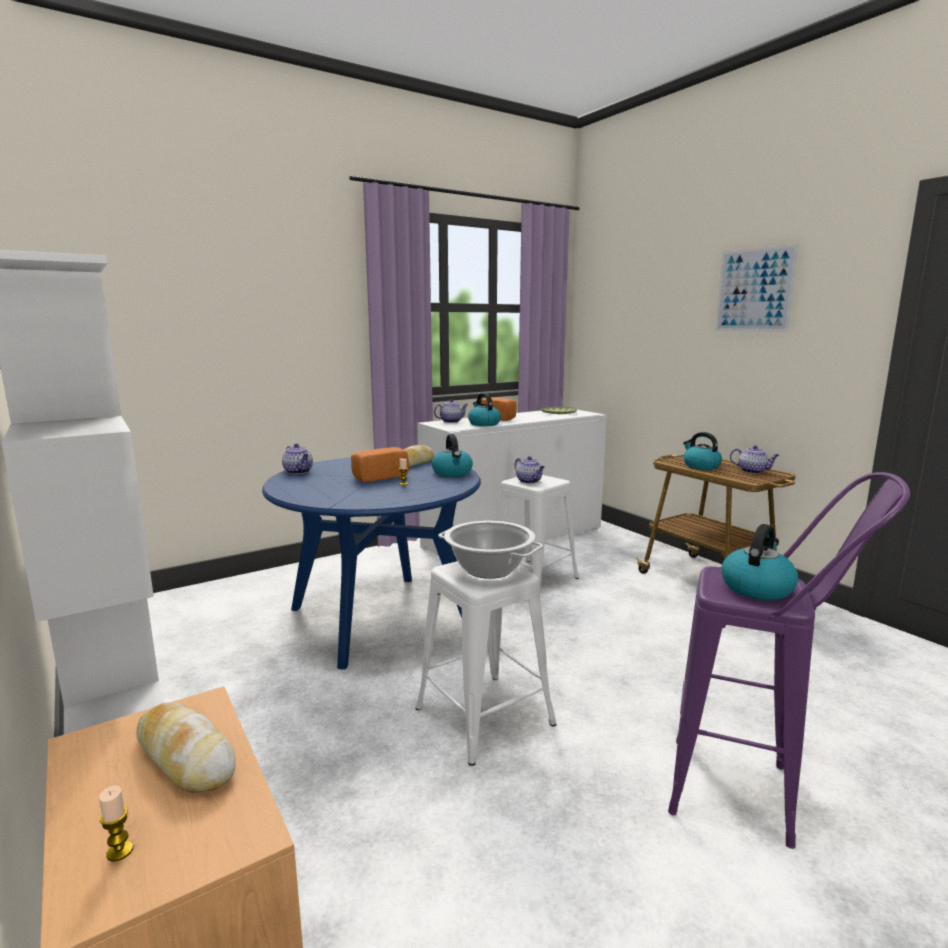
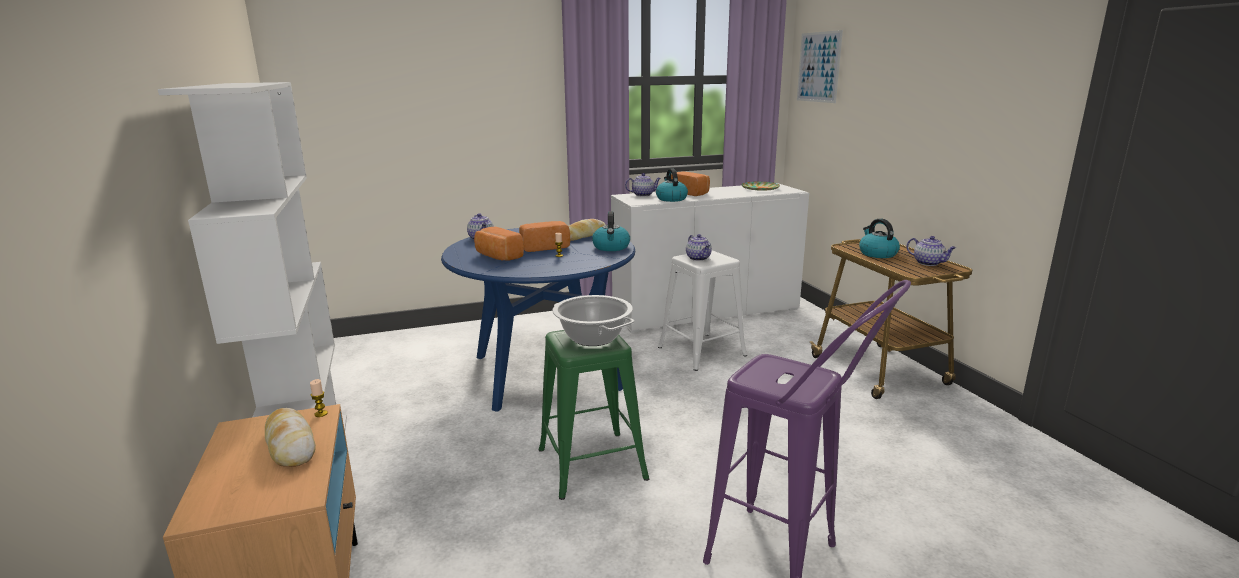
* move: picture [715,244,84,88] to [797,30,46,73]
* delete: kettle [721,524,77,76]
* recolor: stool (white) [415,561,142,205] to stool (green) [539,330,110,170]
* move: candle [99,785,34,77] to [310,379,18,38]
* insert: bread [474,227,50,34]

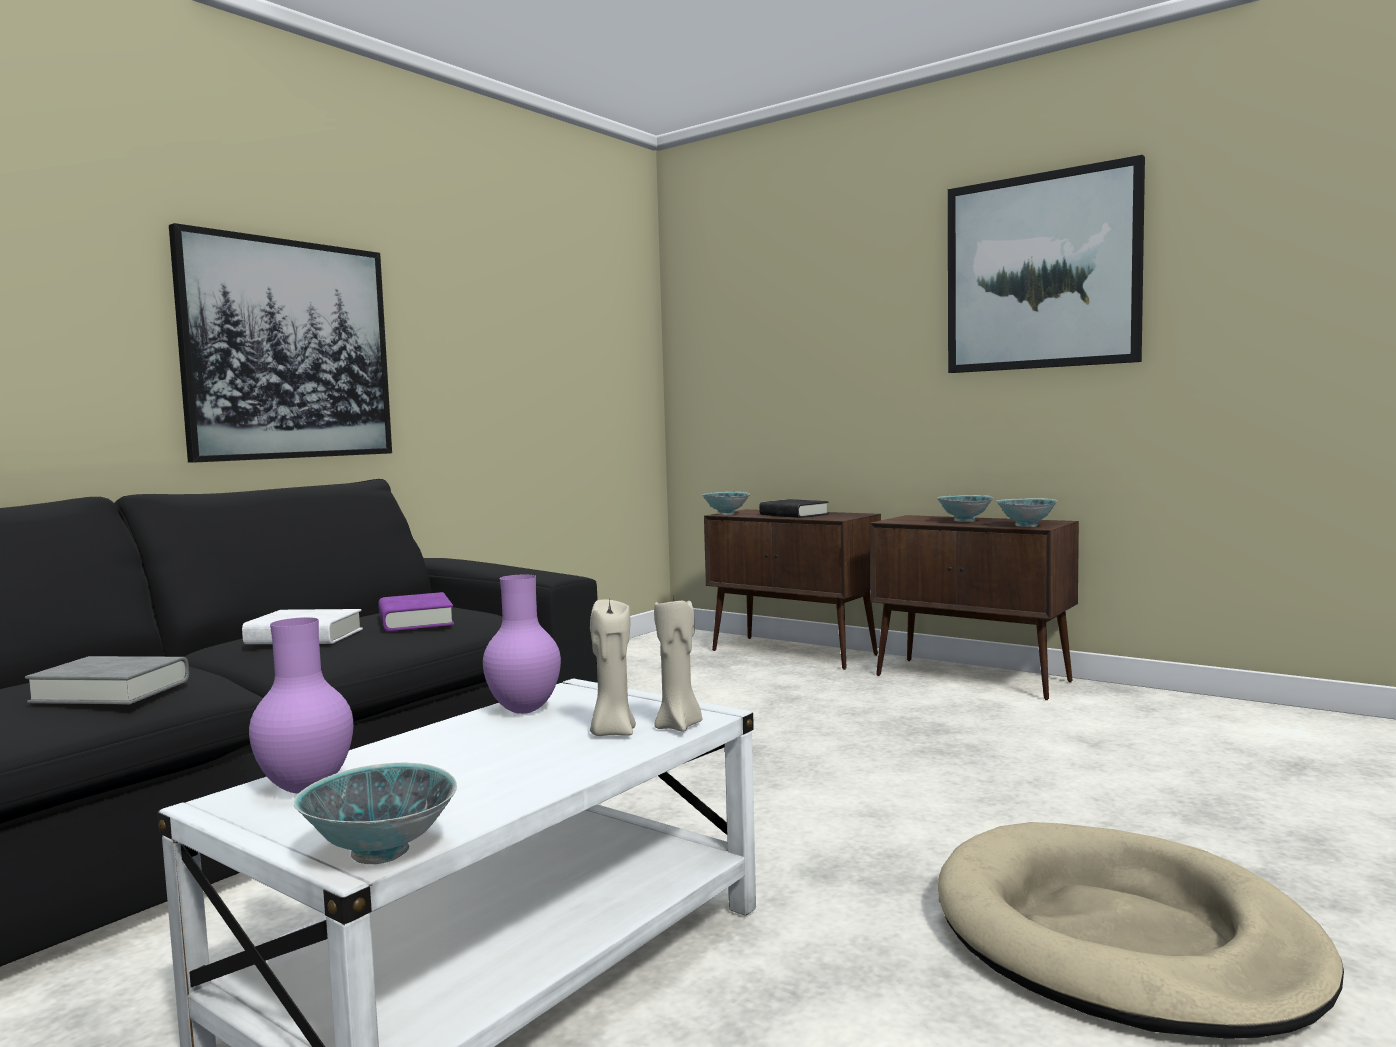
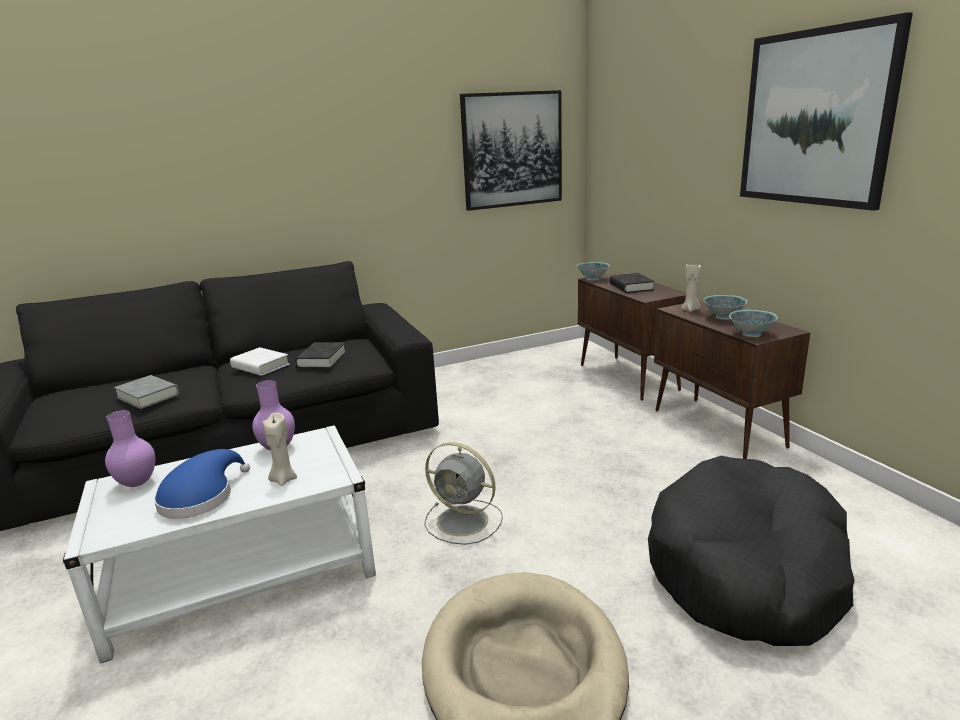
* move: picture [169,223,223,240] to [460,90,102,121]
* recolor: book (purple) [378,592,76,39] to book (black) [295,343,51,25]
* move: candle (beige) [654,594,48,138] to [681,263,20,49]
* delete: bowl [294,763,163,101]
* insert: fan (grey) [424,442,79,103]
* insert: hat (blue) [154,449,96,70]
* insert: dog bed (black) [648,456,207,190]

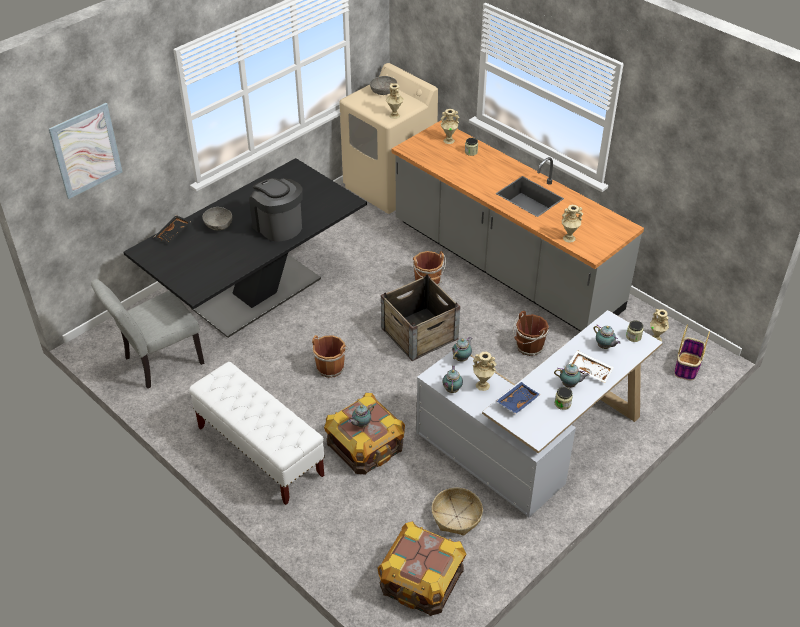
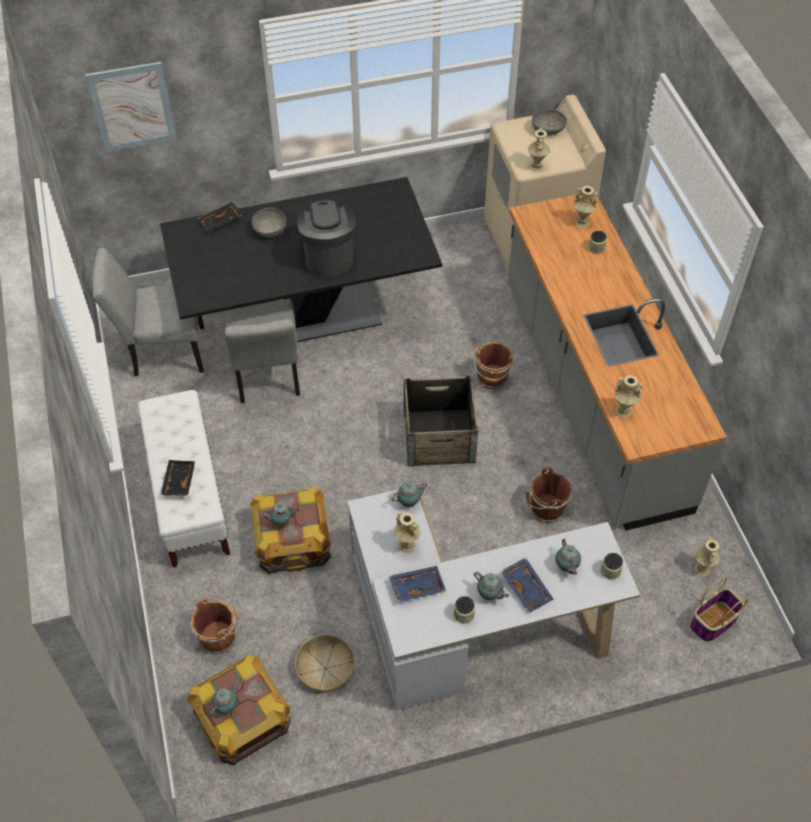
* move: bucket (brown) [312,335,36,43] to [190,597,50,57]
* recolor: tray (white) [569,350,45,33] to tray (blue) [501,558,52,55]
* move: teapot [442,366,21,27] to [210,681,29,36]
* insert: chair (grey) [224,299,76,104]
* insert: tray (black) [161,460,34,36]

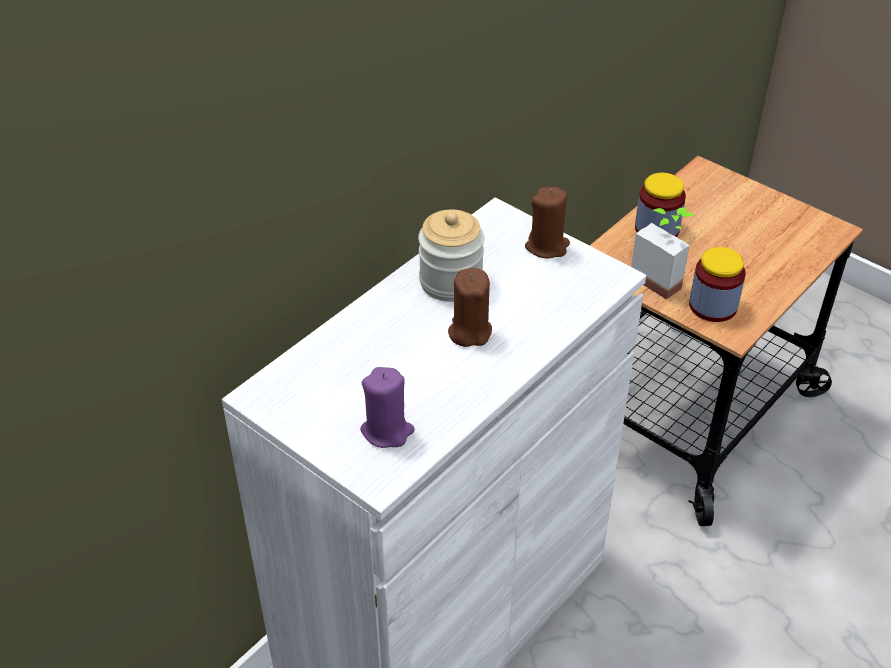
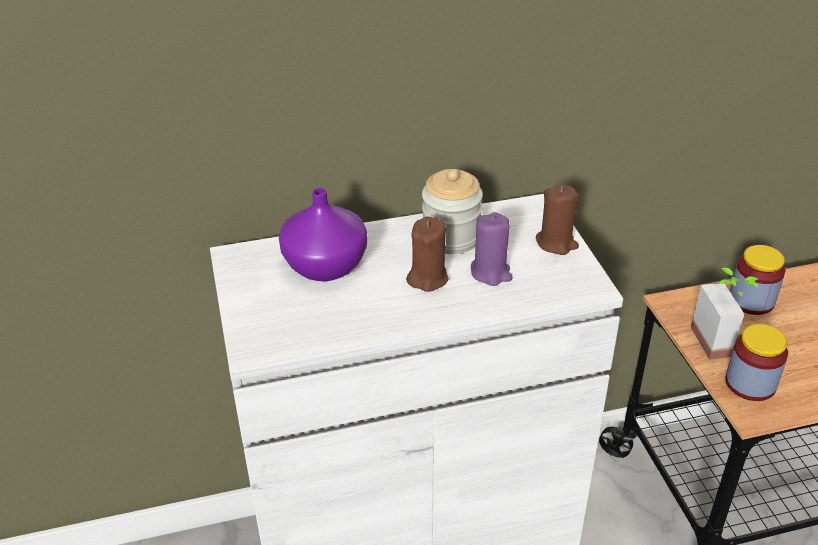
* move: candle (purple) [360,367,55,81] to [471,212,41,74]
* insert: vase (purple) [279,188,88,93]

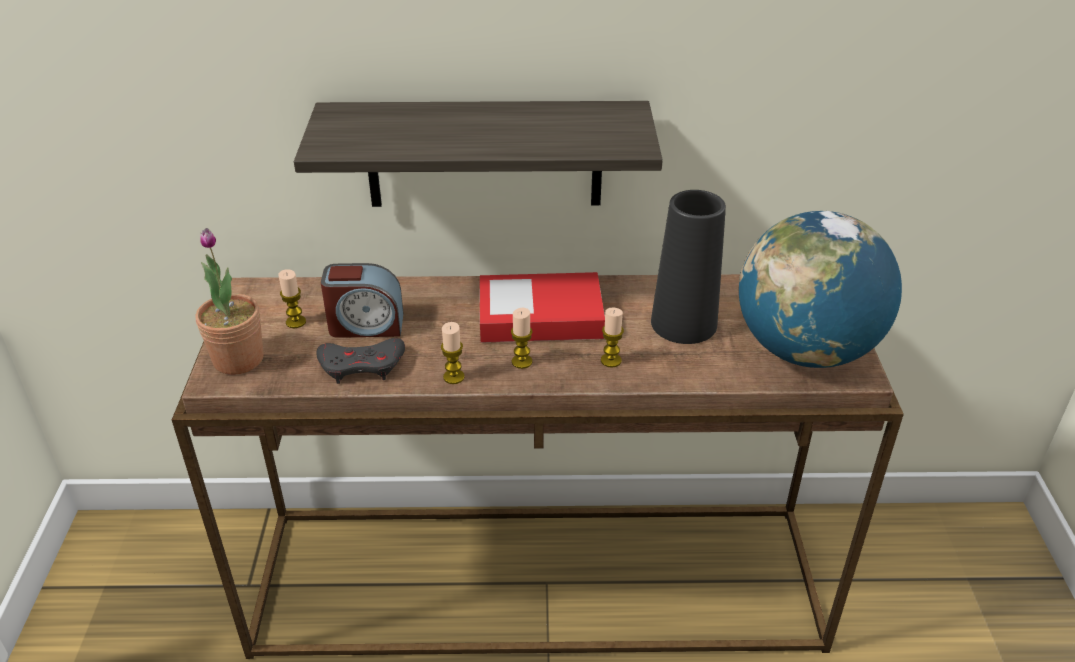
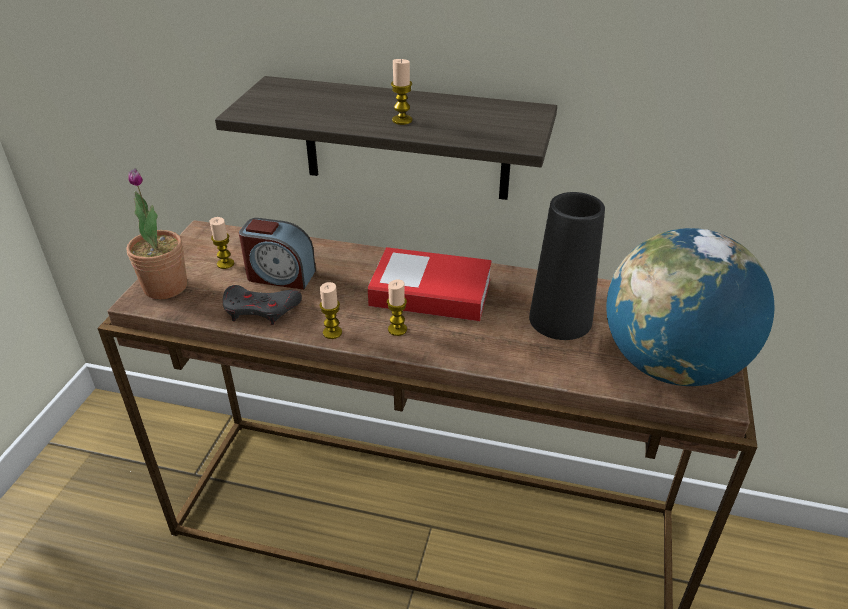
* move: candle [601,308,23,60] to [391,59,21,66]

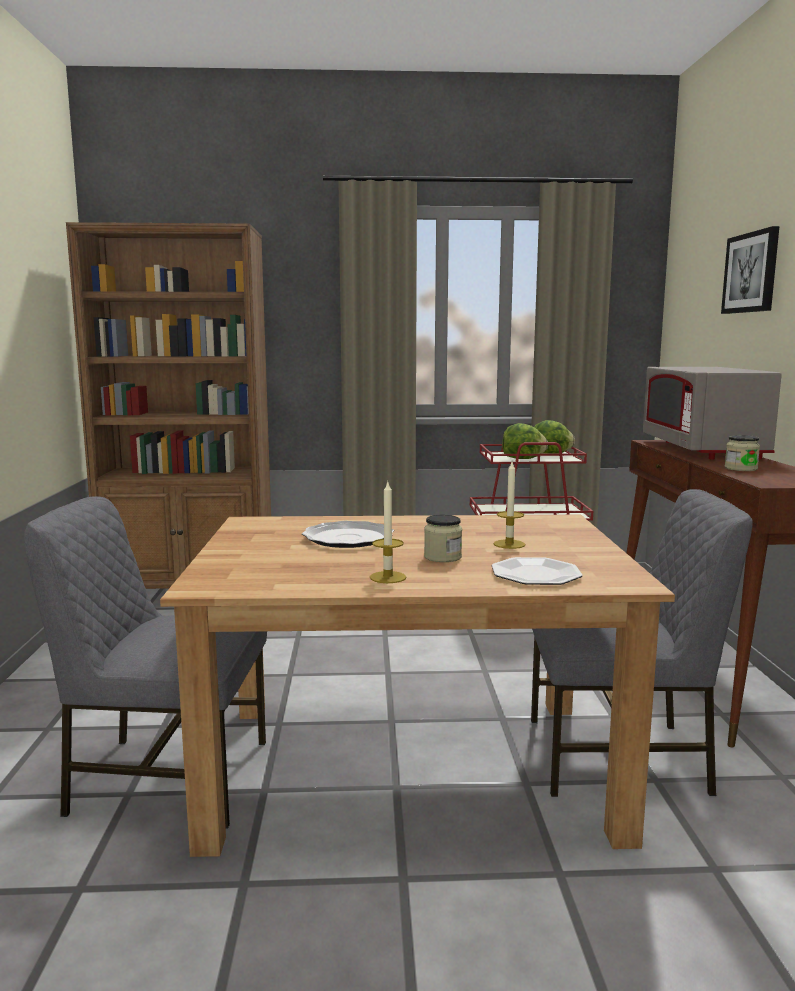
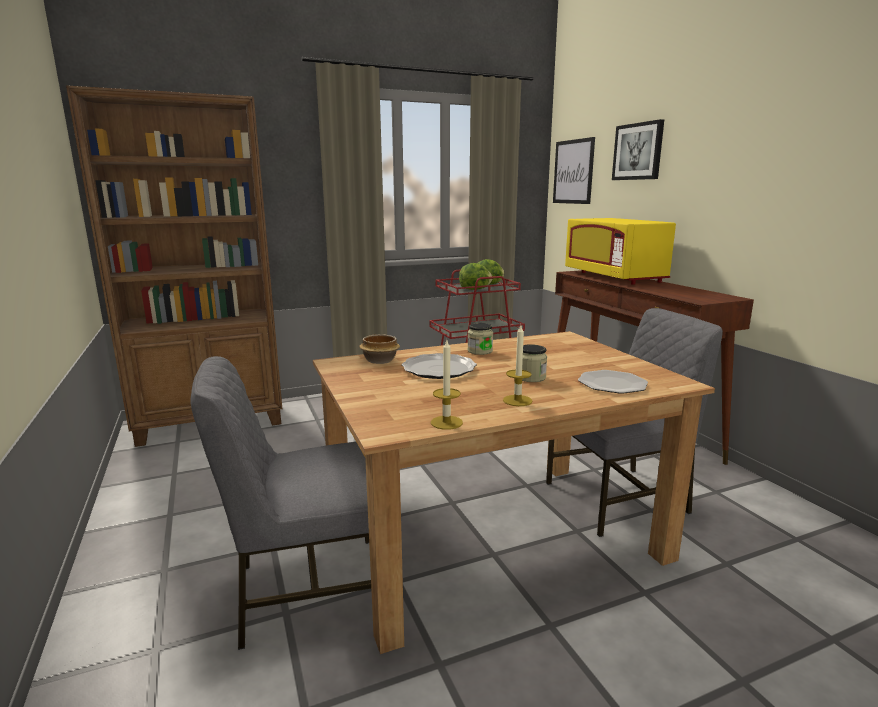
* recolor: microwave (grey) [643,367,139,93] to microwave (yellow) [565,218,111,67]
* move: jar [725,435,35,36] to [468,323,25,32]
* move: candle [494,462,32,87] to [431,340,32,90]
* insert: picture [553,137,42,67]
* insert: bowl [359,334,41,30]

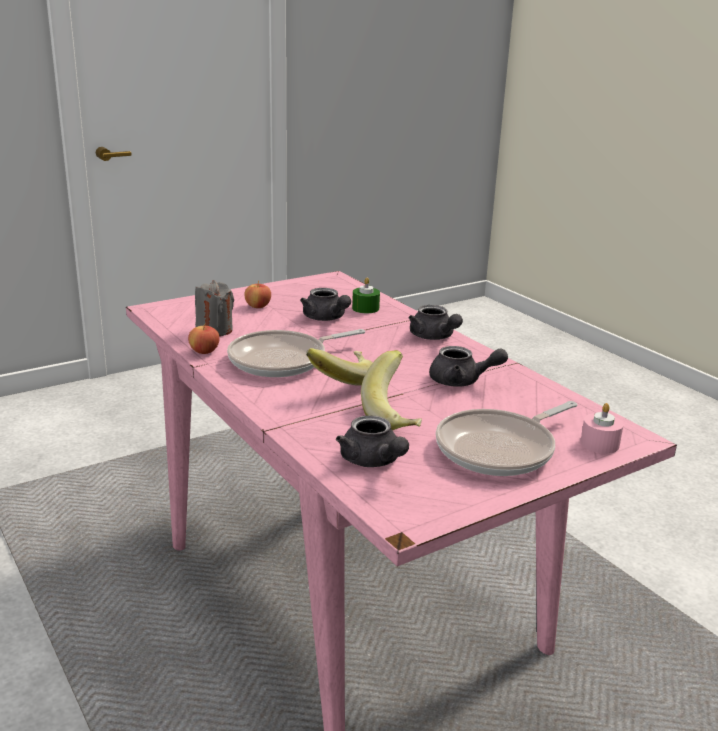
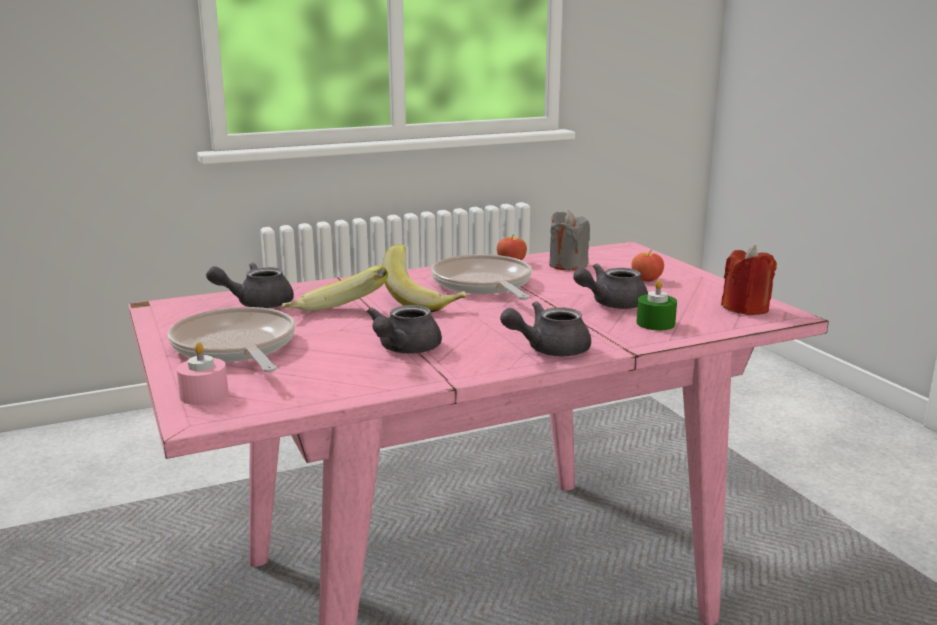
* insert: candle (red) [721,245,56,70]

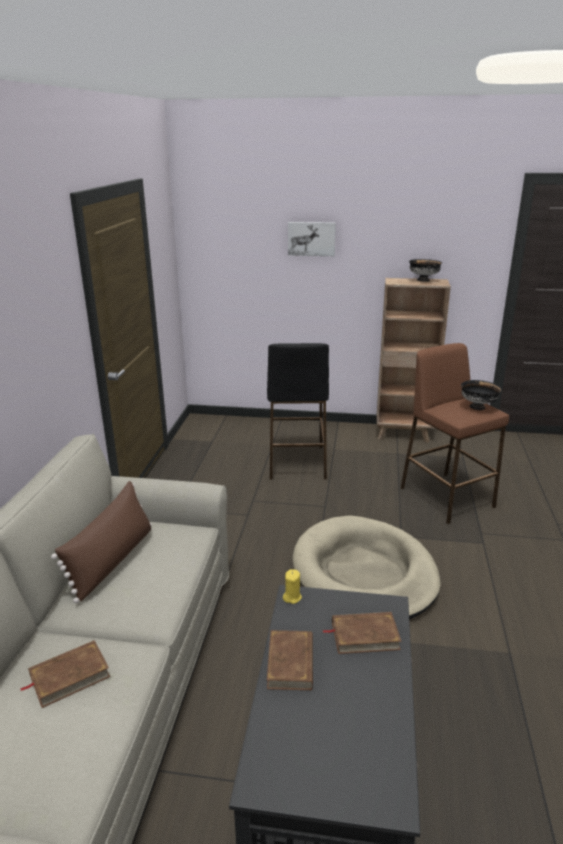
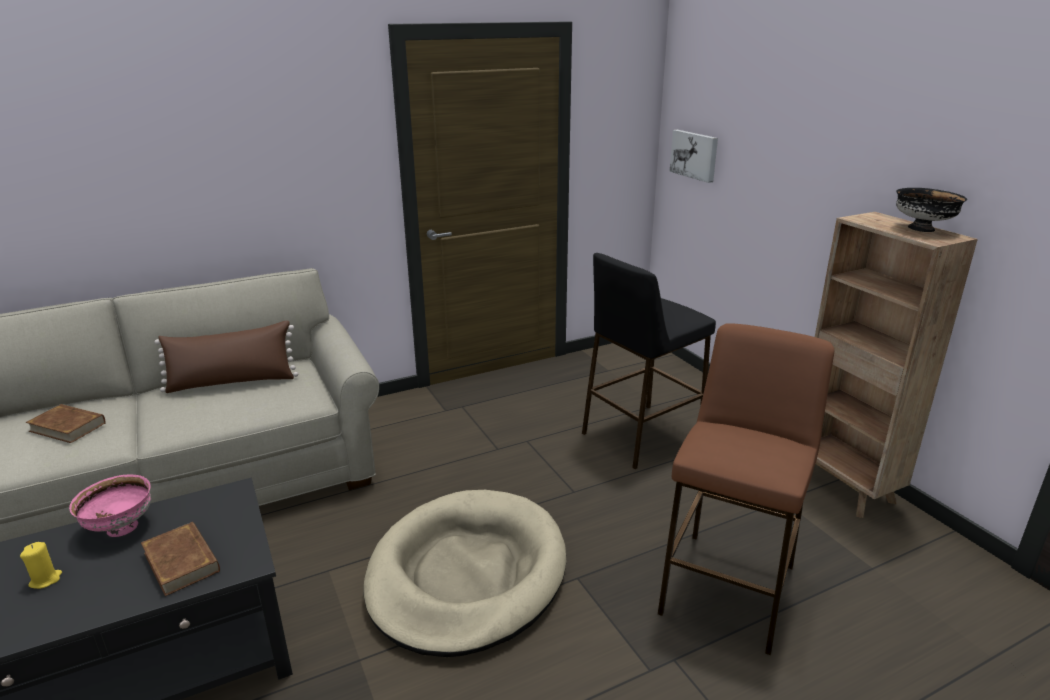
* move: picture [288,222,48,34] to [670,130,48,53]
* delete: bowl (black) [461,380,41,30]
* move: candle (yellow) [283,569,19,35] to [20,542,42,47]
* replace: book (brown) [267,630,46,60] to bowl (pink) [69,474,82,63]

